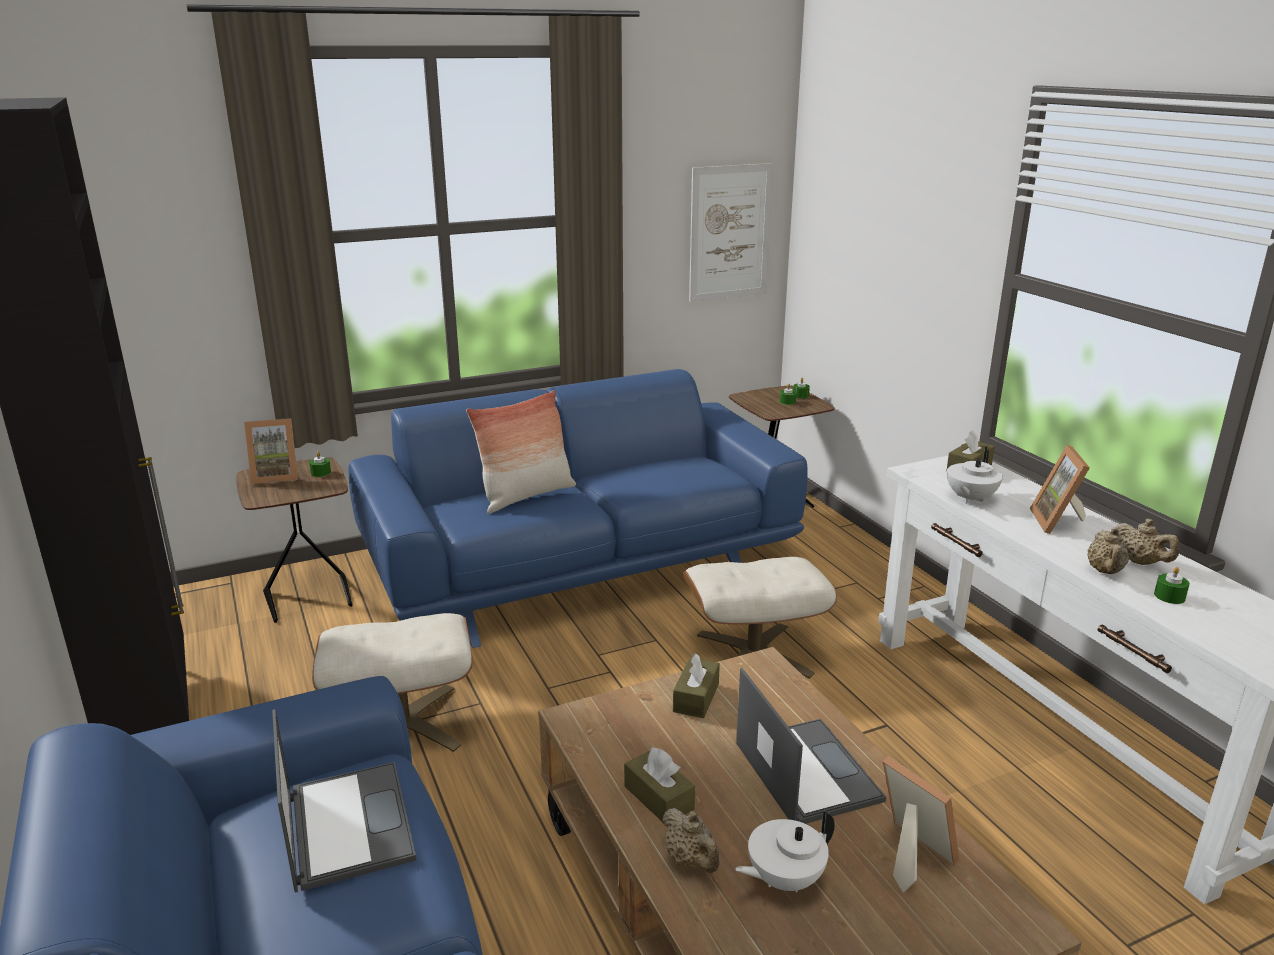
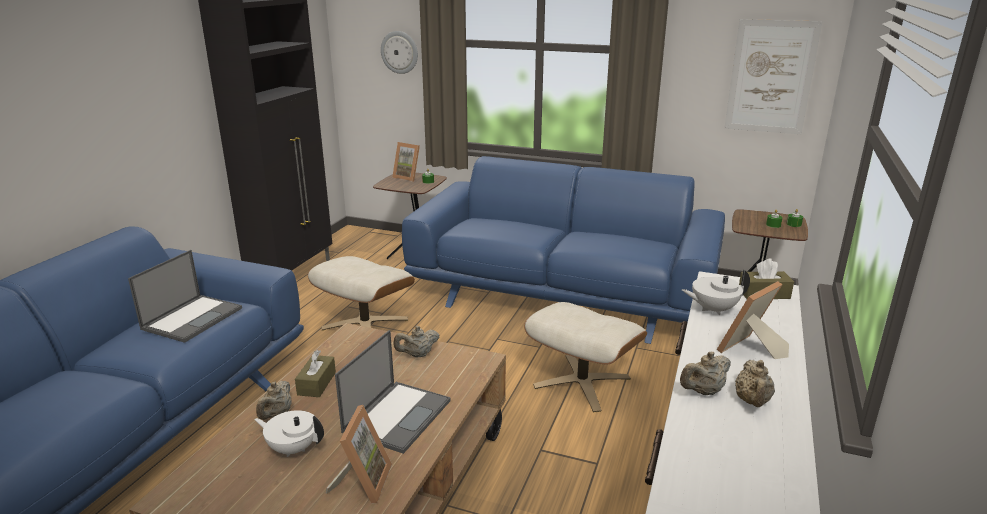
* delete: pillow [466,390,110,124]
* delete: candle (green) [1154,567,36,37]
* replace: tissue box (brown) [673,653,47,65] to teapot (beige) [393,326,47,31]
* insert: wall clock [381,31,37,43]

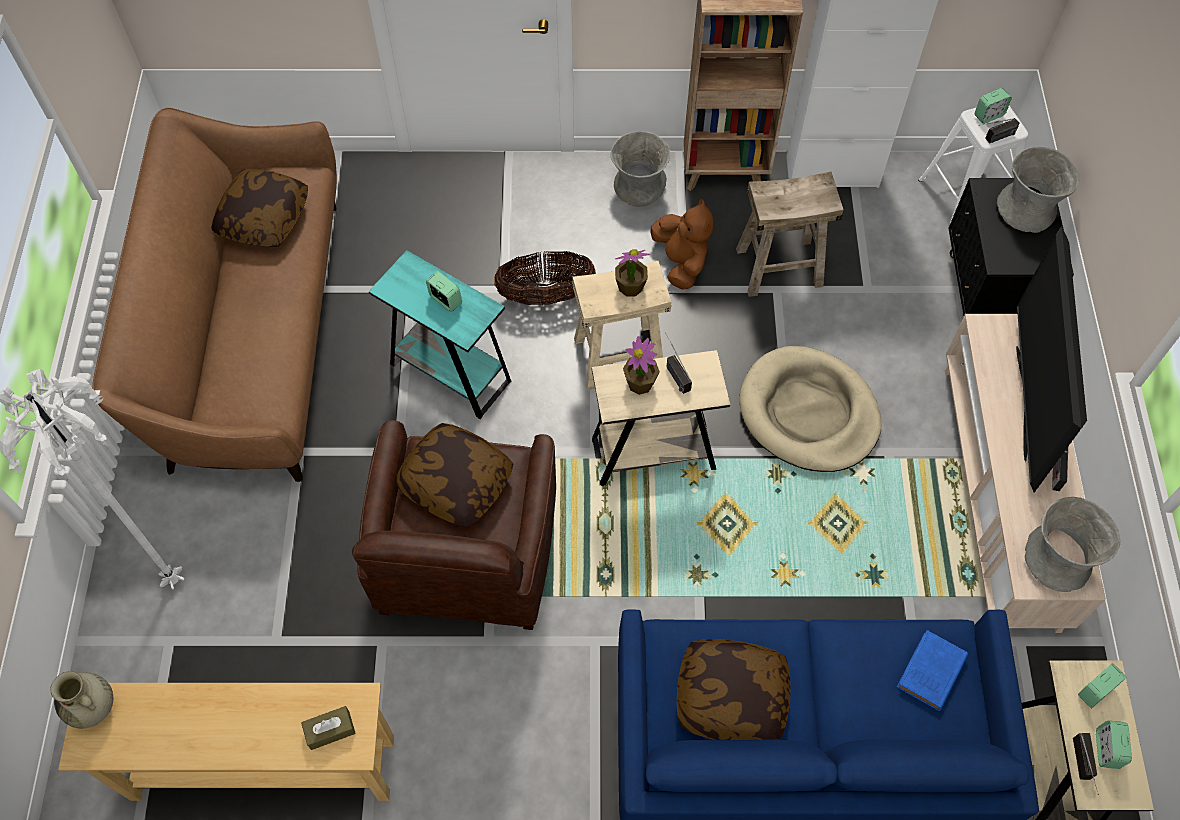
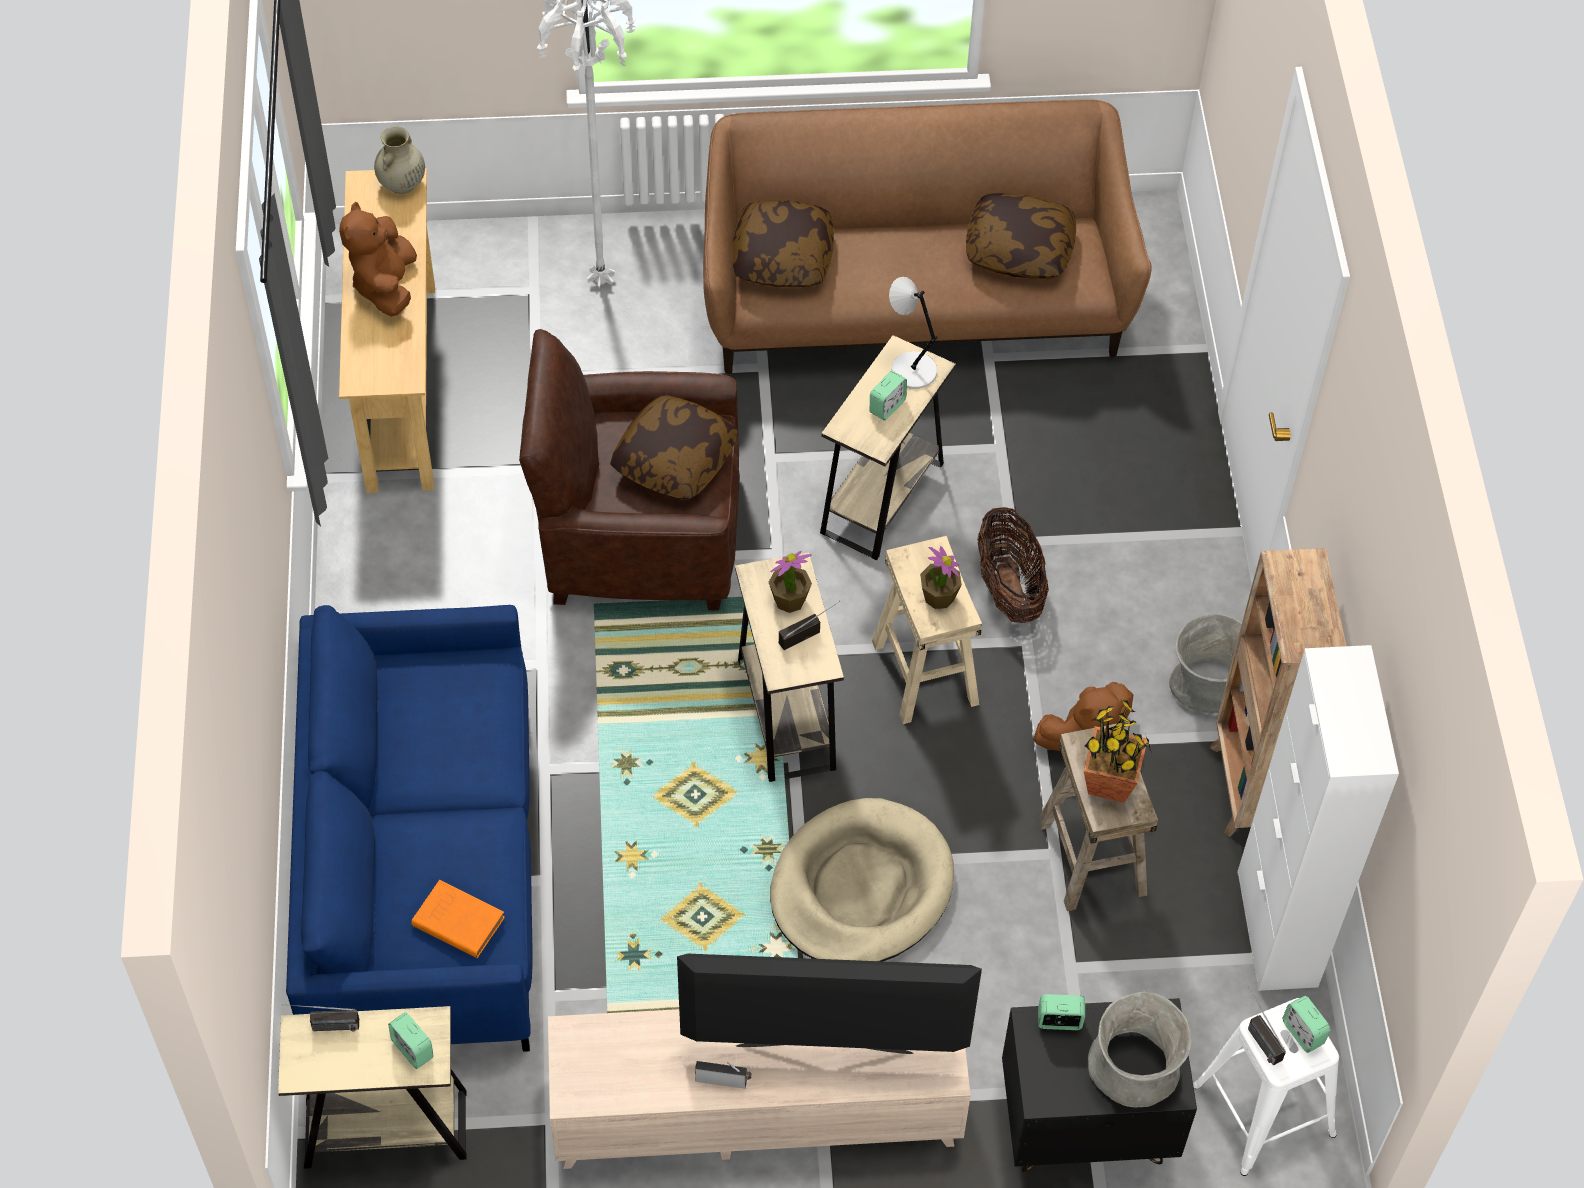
* recolor: side table (turquoise) [369,250,142,169] to side table (beige) [820,335,136,225]
* delete: vase (grey) [1025,497,95,95]
* recolor: book (blue) [897,630,71,81] to book (orange) [411,880,94,78]
* move: pillow [677,639,114,101] to [733,200,101,87]
* delete: tissue box (brown) [301,706,54,44]
* move: alarm clock [1096,720,36,49] to [1038,994,47,36]
* insert: plush toy (brown) [339,202,78,115]
* insert: table lamp (grey) [889,277,49,112]
* insert: potted plant [1084,700,67,103]

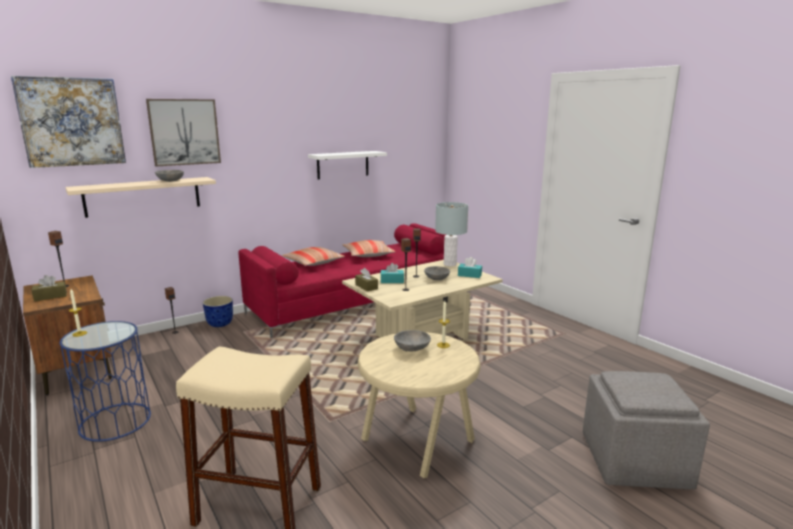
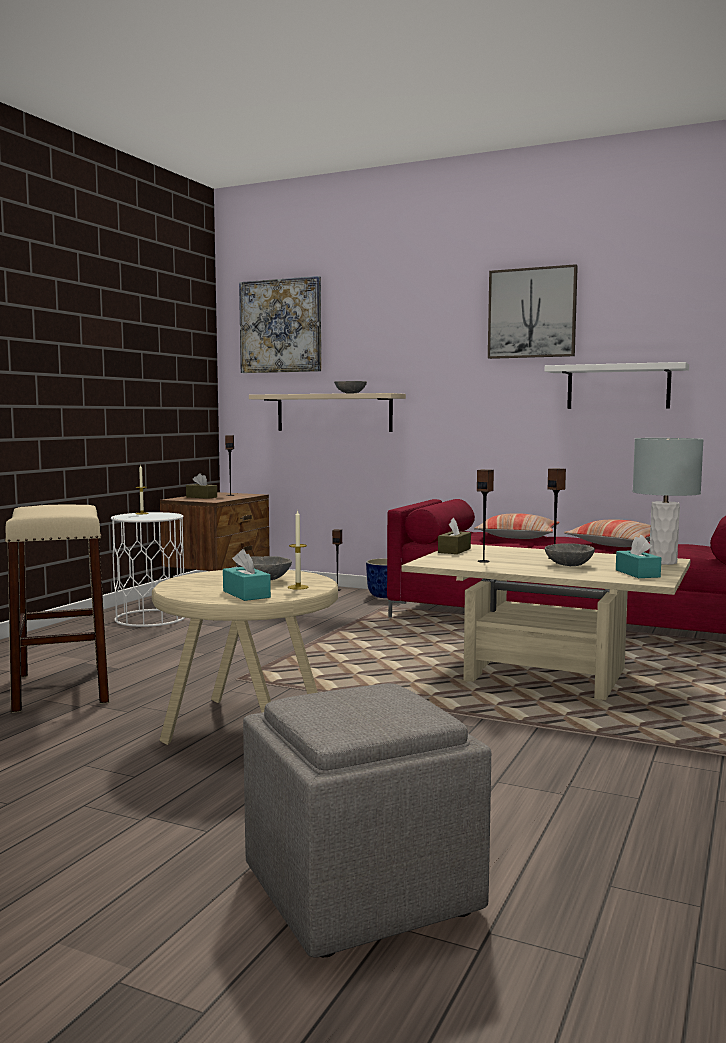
* move: picture [146,99,75,67] to [488,264,90,95]
* move: tissue box (turquoise) [380,263,24,20] to [223,549,48,52]
* recolor: side table (blue) [59,321,92,121] to side table (white) [111,512,74,115]

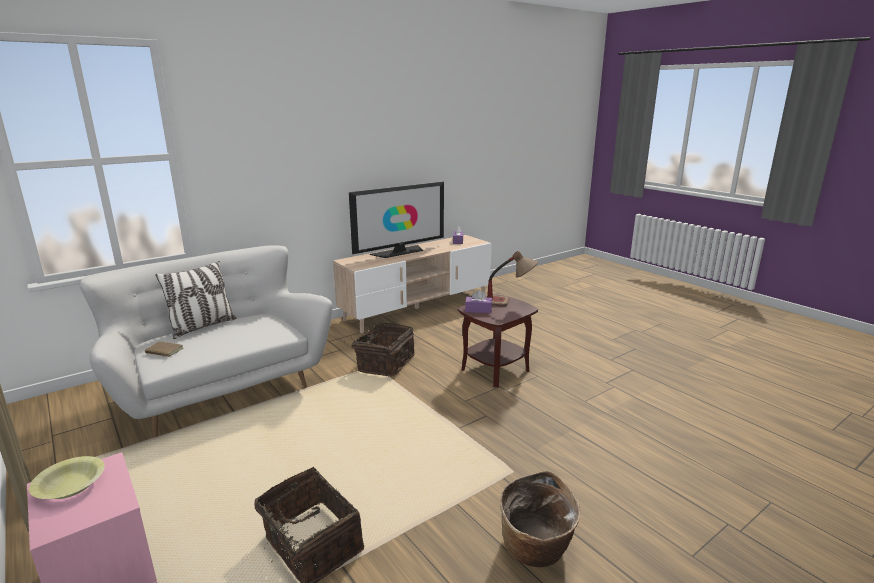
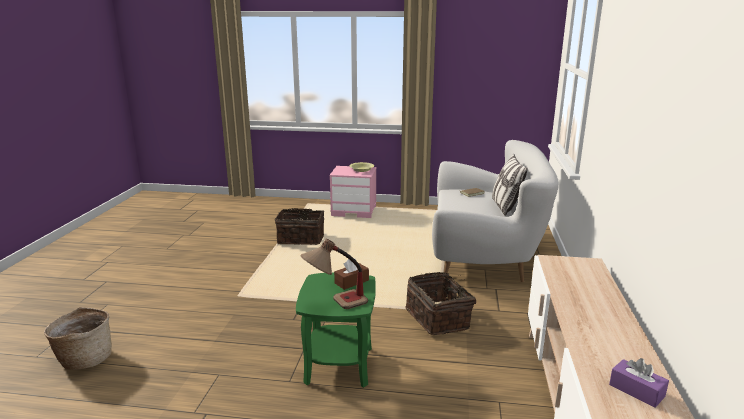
* delete: television [349,182,95,76]
* recolor: tissue box (purple) [465,290,27,23] to tissue box (brown) [334,258,35,32]
* recolor: side table (brown) [458,295,80,92] to side table (green) [296,273,80,115]
* move: basket [500,471,80,96] to [44,307,68,63]

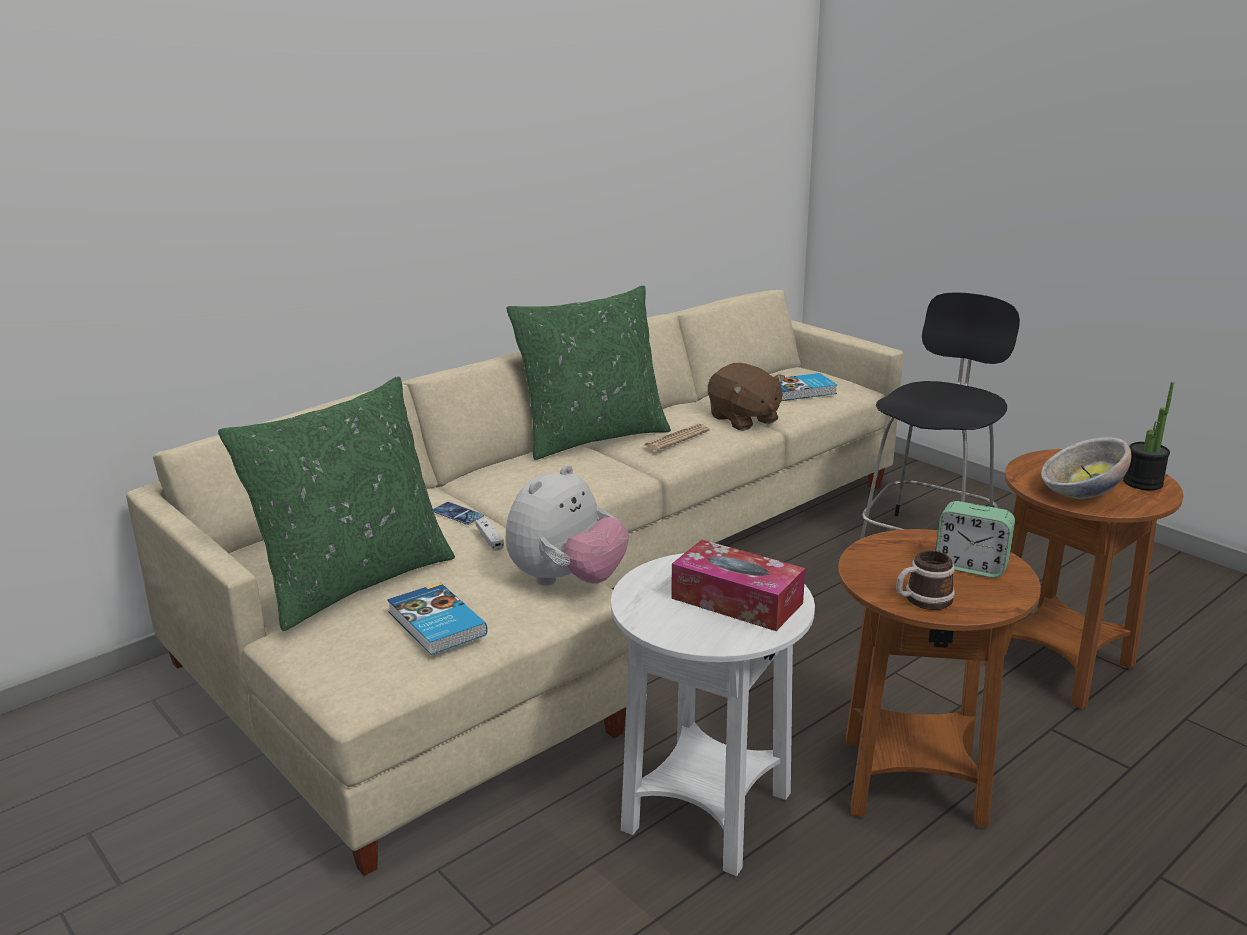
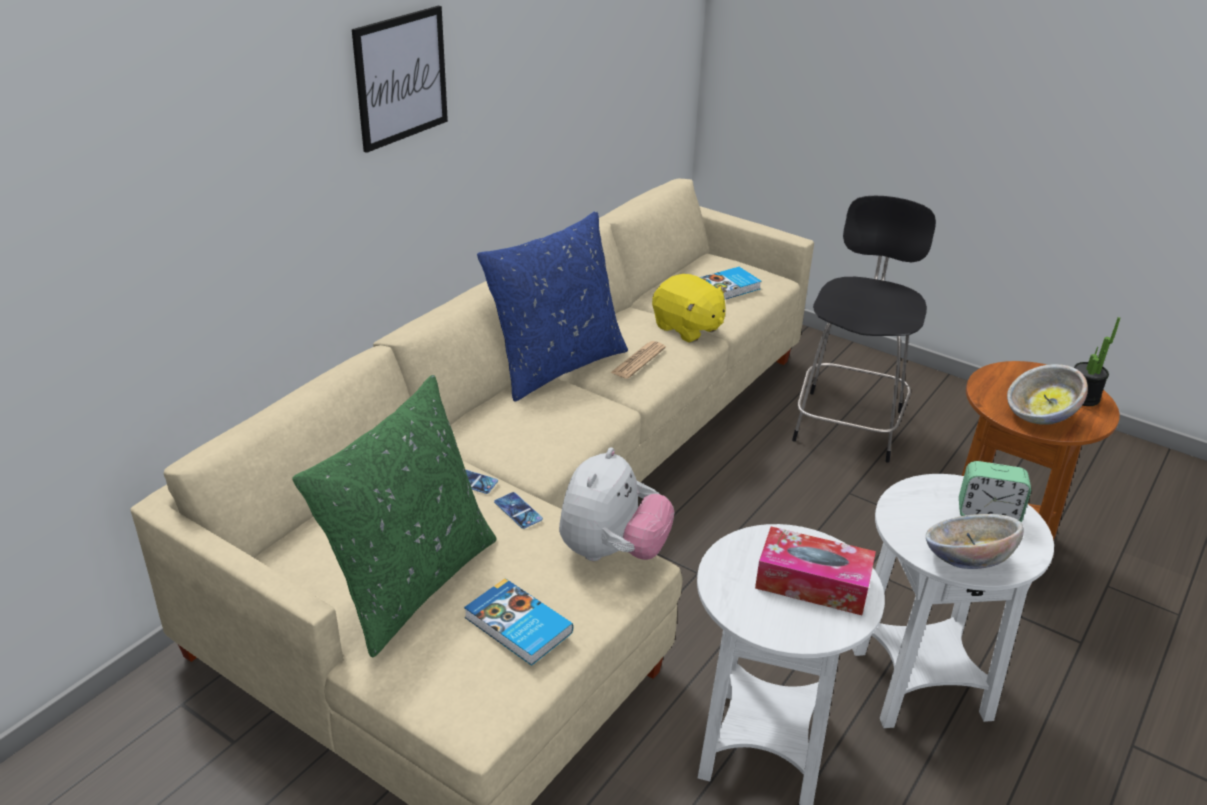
* recolor: pillow (green) [506,285,165,175] to pillow (blue) [477,211,151,190]
* recolor: plush toy (brown) [708,363,77,68] to plush toy (yellow) [652,274,75,69]
* replace: game controller (white) [476,518,28,33] to phone [494,492,49,37]
* recolor: side table (brown) [838,529,203,298] to side table (white) [852,474,202,254]
* replace: mug [896,551,59,59] to bowl [926,514,98,55]
* insert: picture [352,6,96,147]

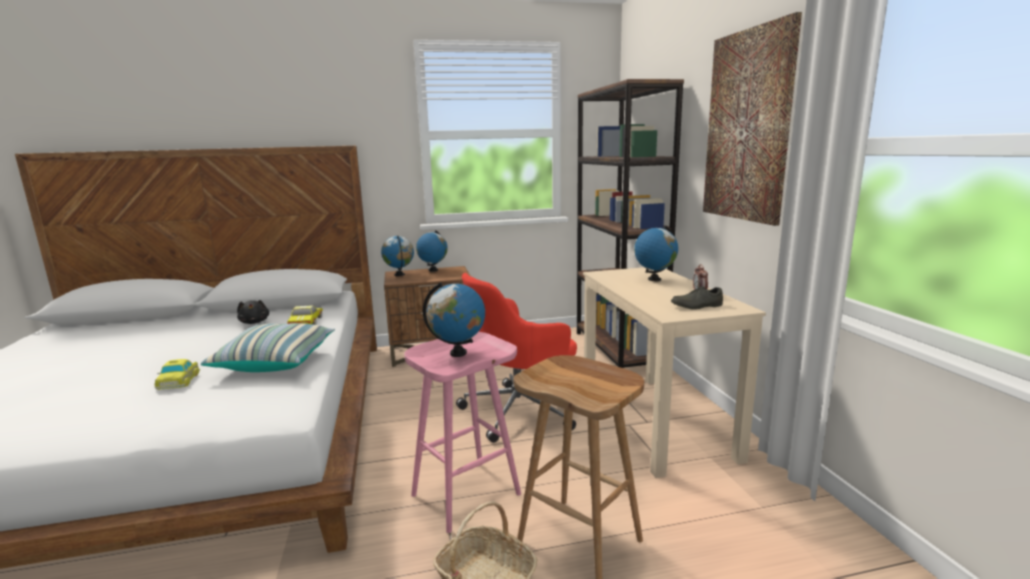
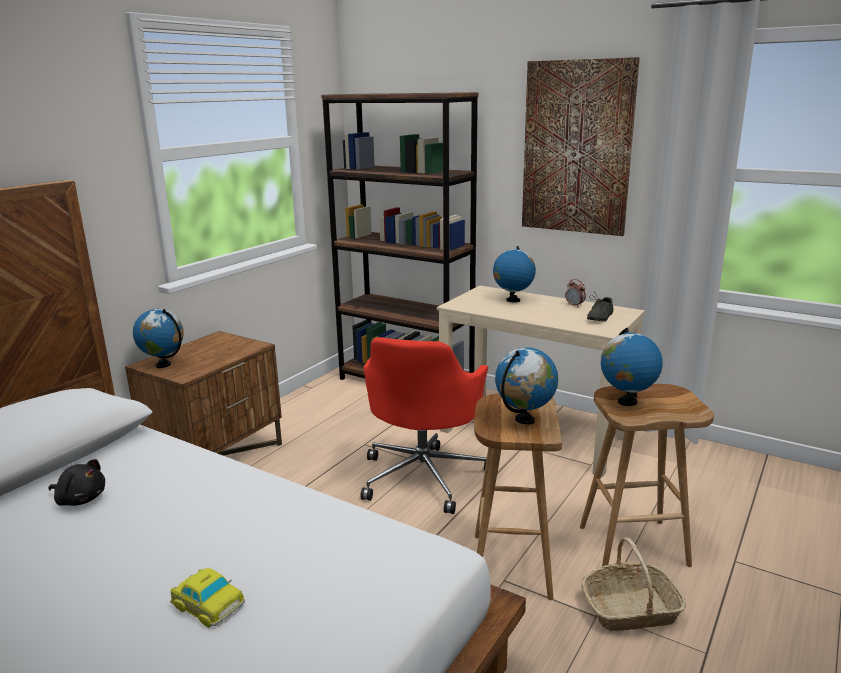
* move: globe [416,230,32,41] to [601,328,62,78]
* delete: toy car [287,305,36,20]
* delete: pillow [201,323,134,49]
* recolor: stool (pink) [404,332,117,201] to stool (brown) [474,394,88,206]

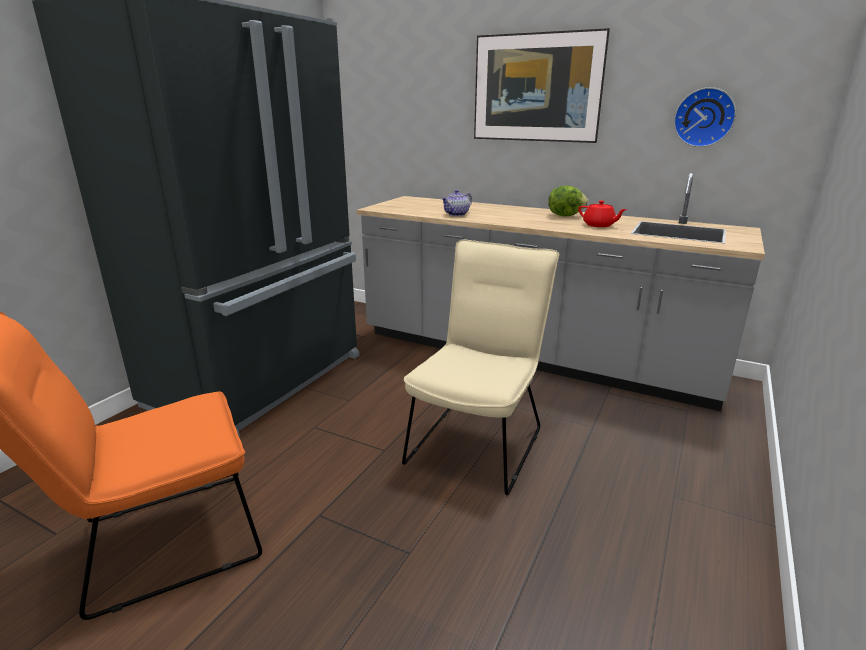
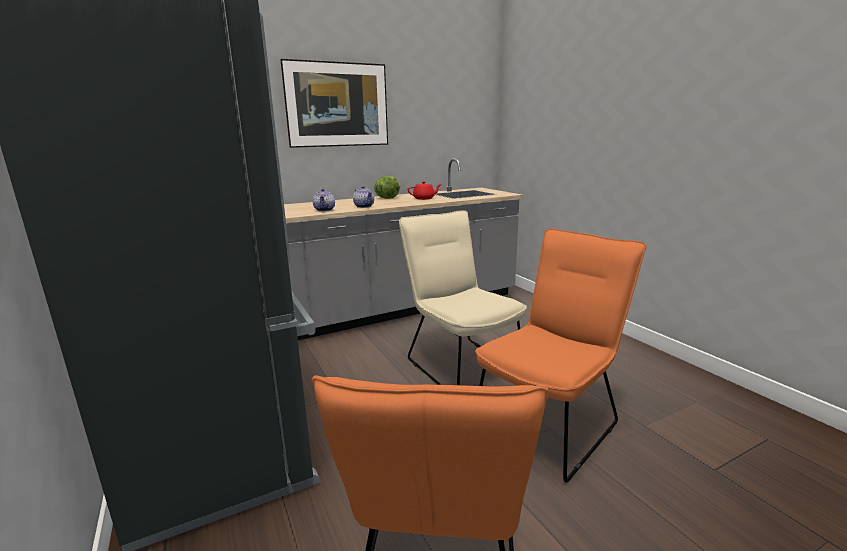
* delete: wall clock [674,87,62,60]
* insert: teapot [353,186,21,22]
* insert: chair (orange) [475,228,172,255]

